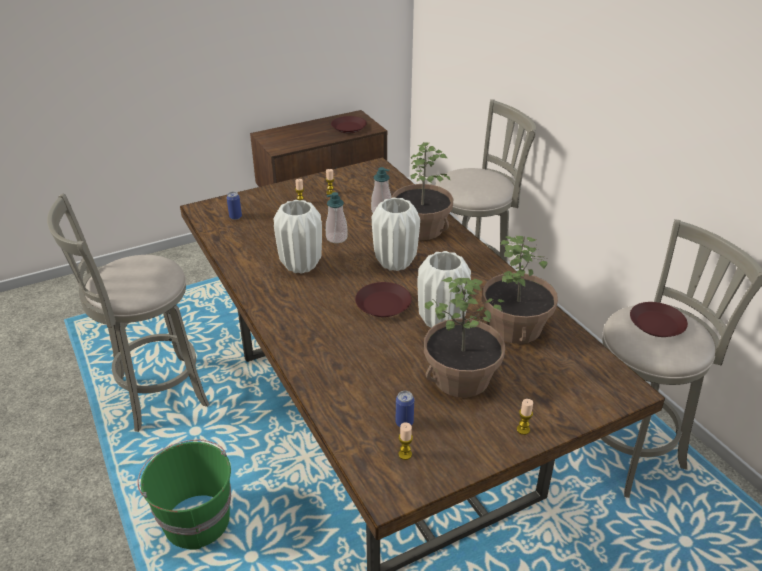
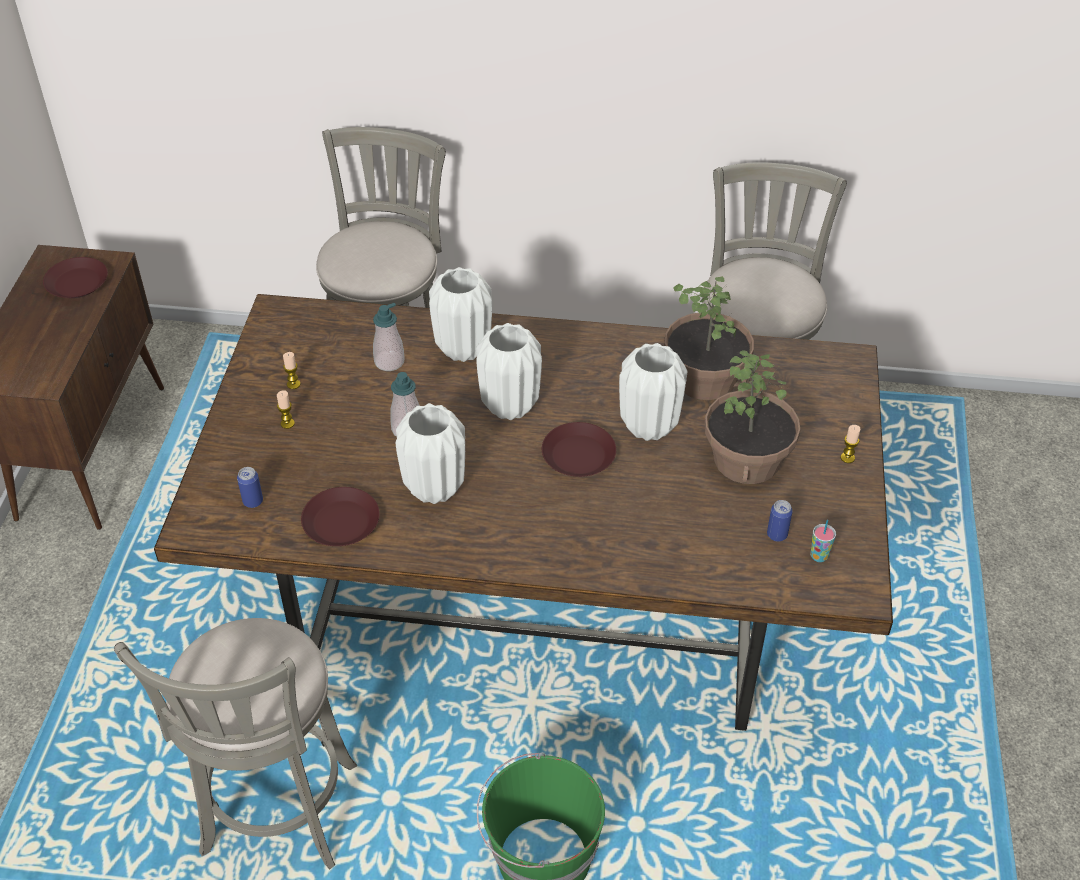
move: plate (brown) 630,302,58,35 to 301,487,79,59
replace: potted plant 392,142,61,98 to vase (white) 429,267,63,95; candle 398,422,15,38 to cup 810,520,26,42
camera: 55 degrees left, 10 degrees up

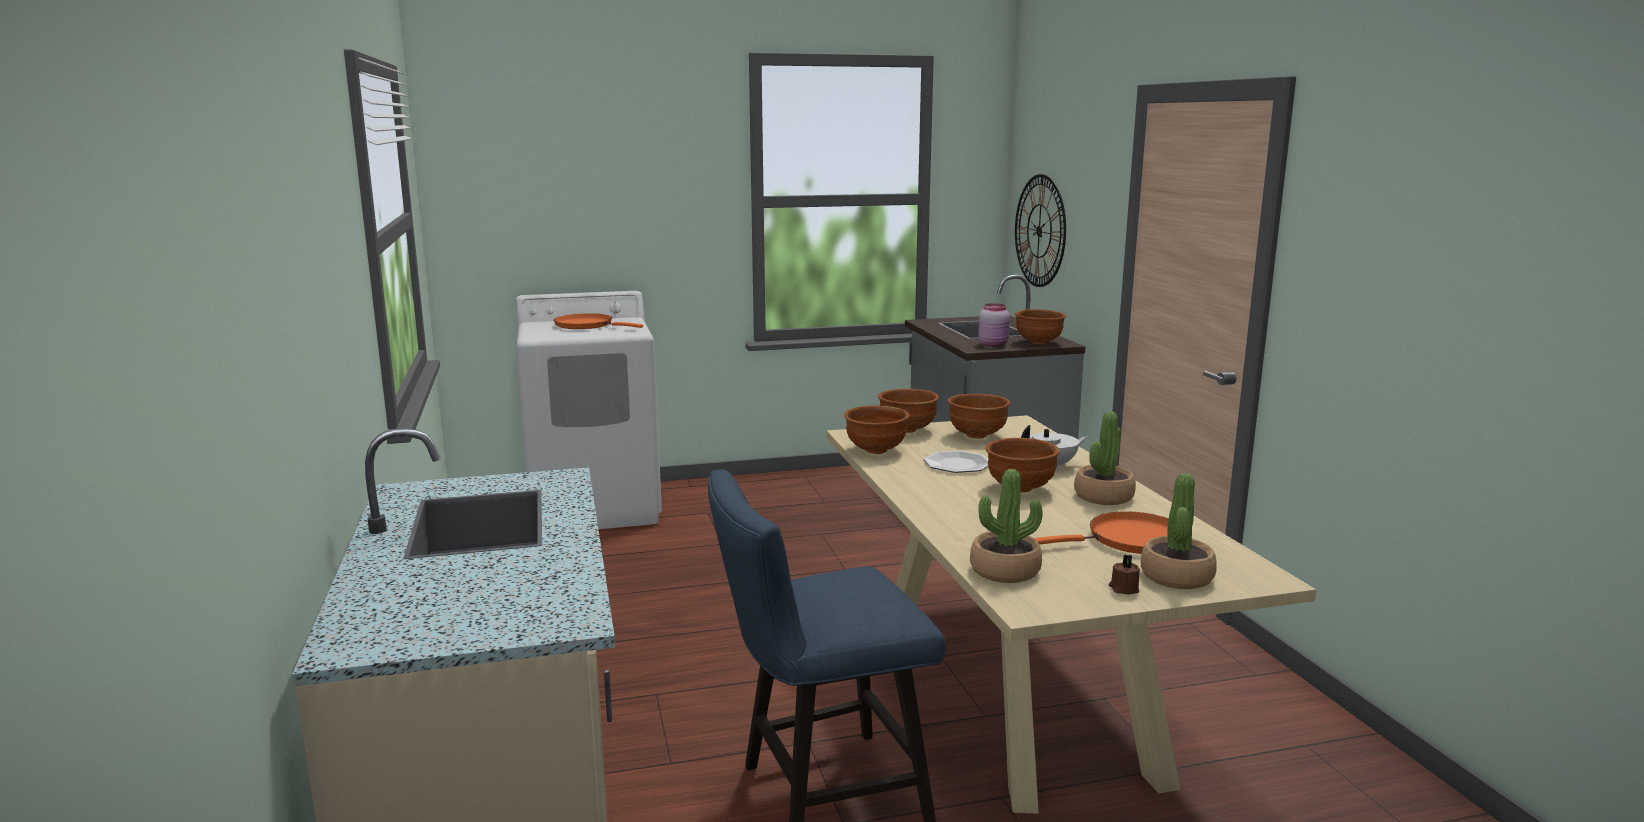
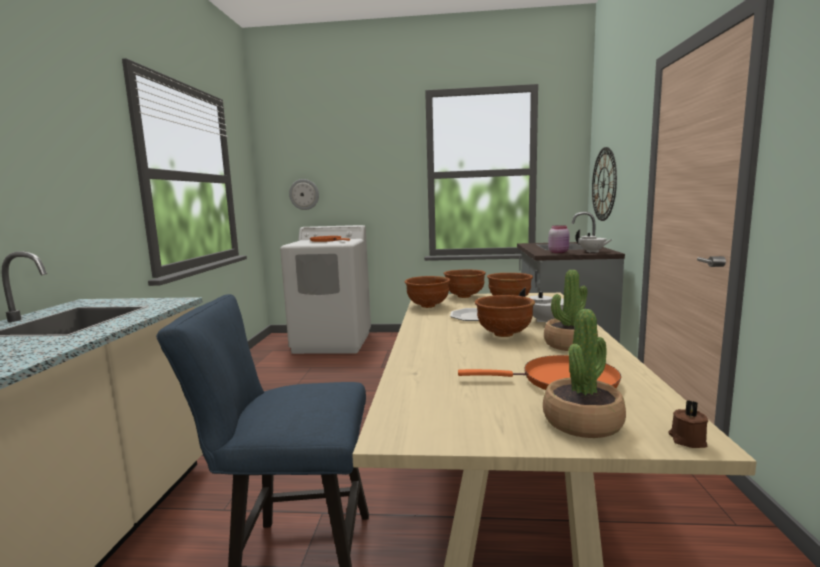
delete: potted plant 970,469,73,114
insert: wall clock 289,179,30,31
move: candle (brown) 1109,555,31,40 to 669,400,39,48
replace: bowl (brown) 1015,309,51,36 to teapot (white) 575,229,37,24
camera: 20 degrees right, 5 degrees down

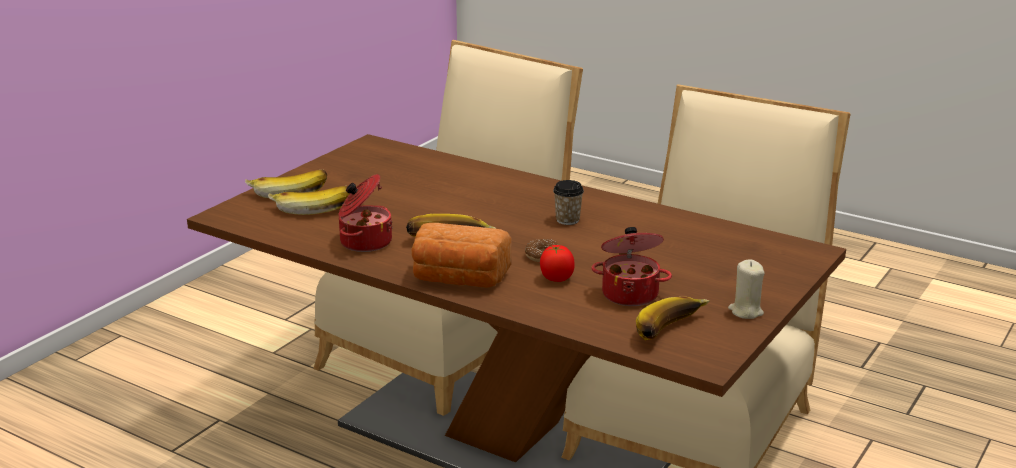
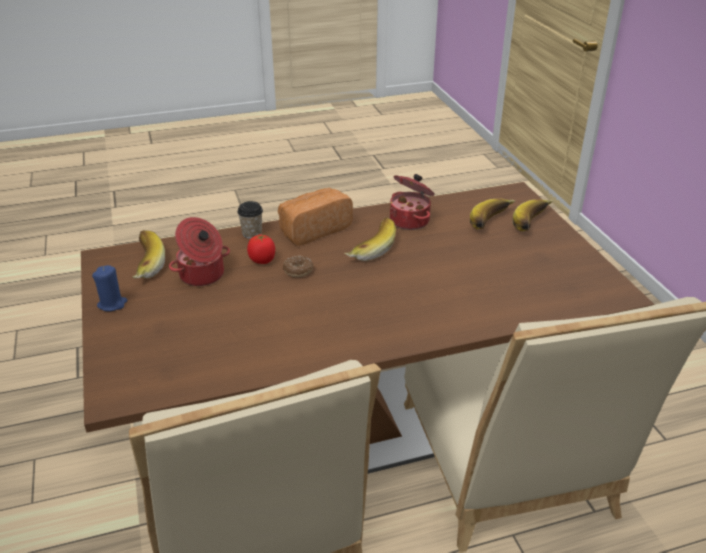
move: cup 553,180,31,45 to 237,201,26,38
recolor: candle (beige) 728,259,37,60 to candle (blue) 92,265,35,46
camera: 130 degrees right, 10 degrees up

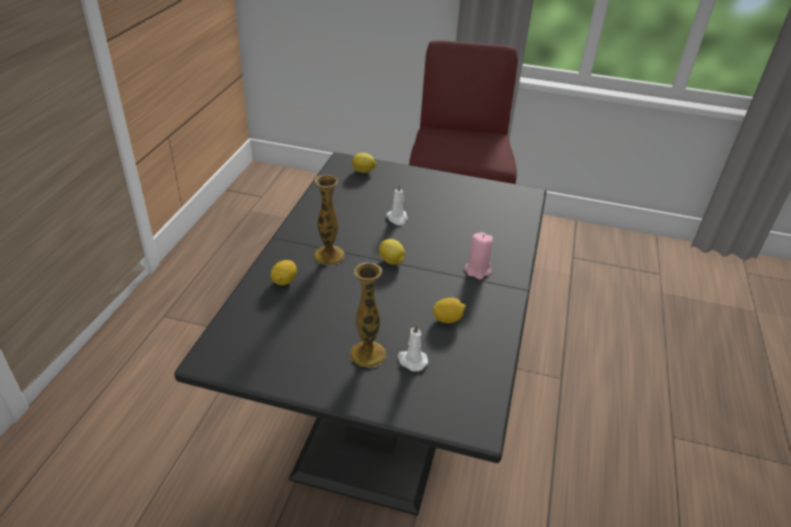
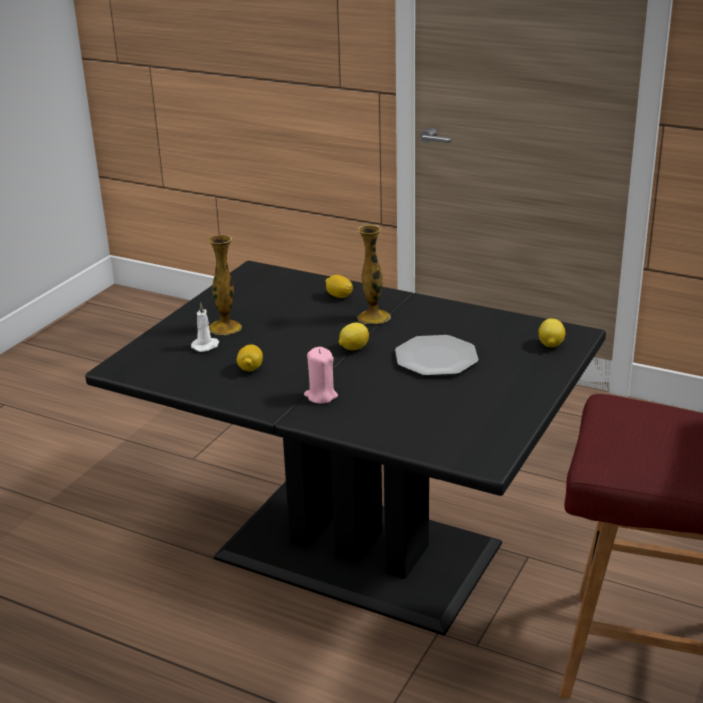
replace: candle (white) 386,184,22,42 to plate 395,335,84,41
camera: 105 degrees right, 10 degrees down

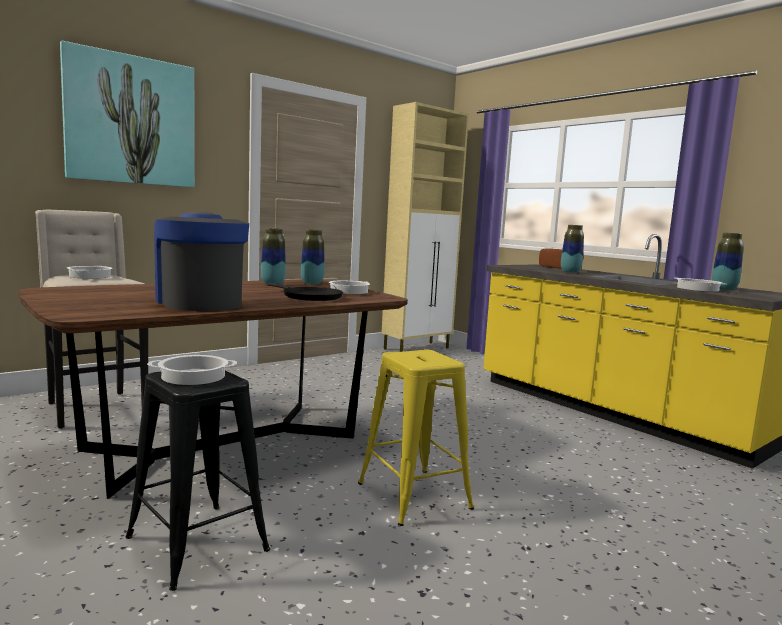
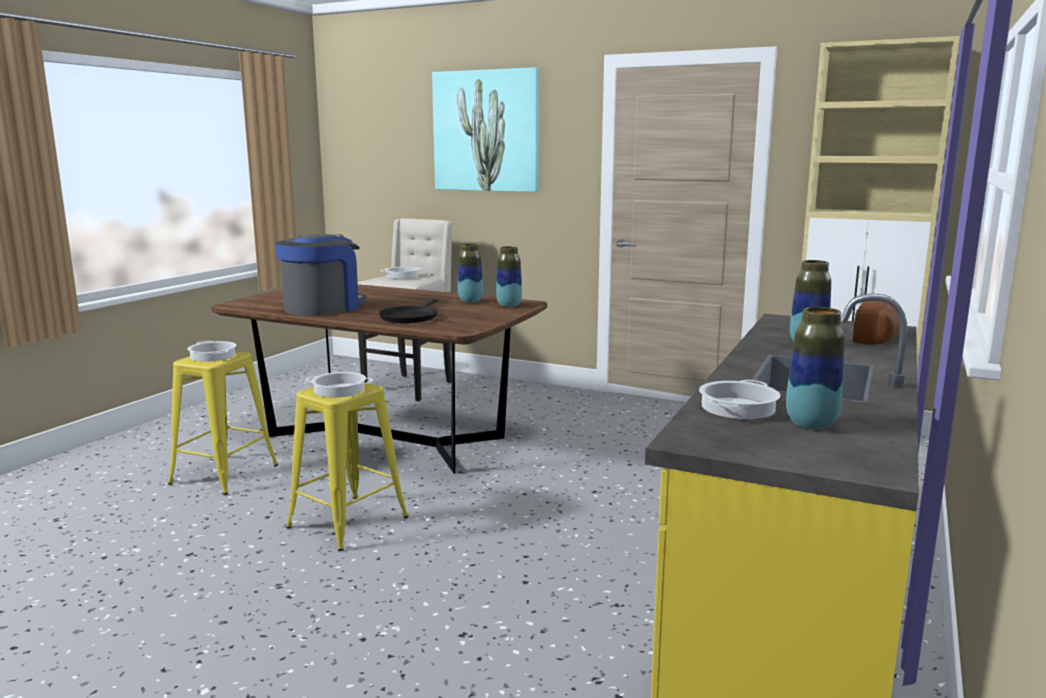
move: cooking pot 329,281,41,13 to 305,372,68,25
recolor: stool (black) 126,370,144,221 to stool (yellow) 168,352,110,143
camera: 65 degrees right, 5 degrees up

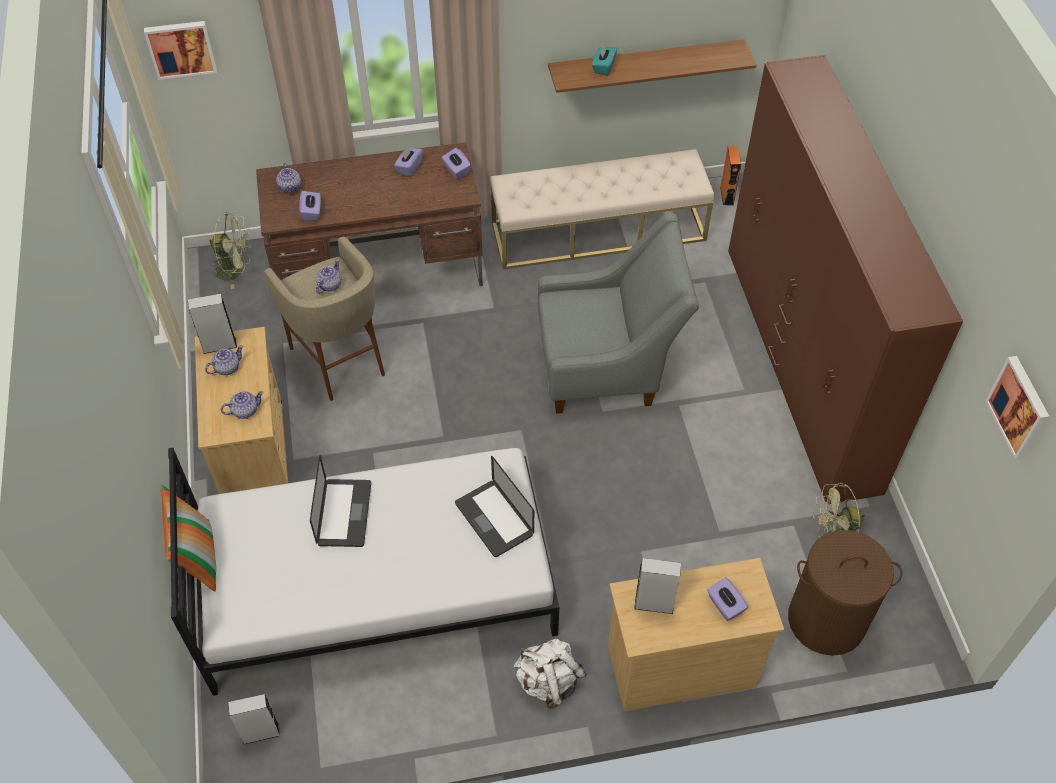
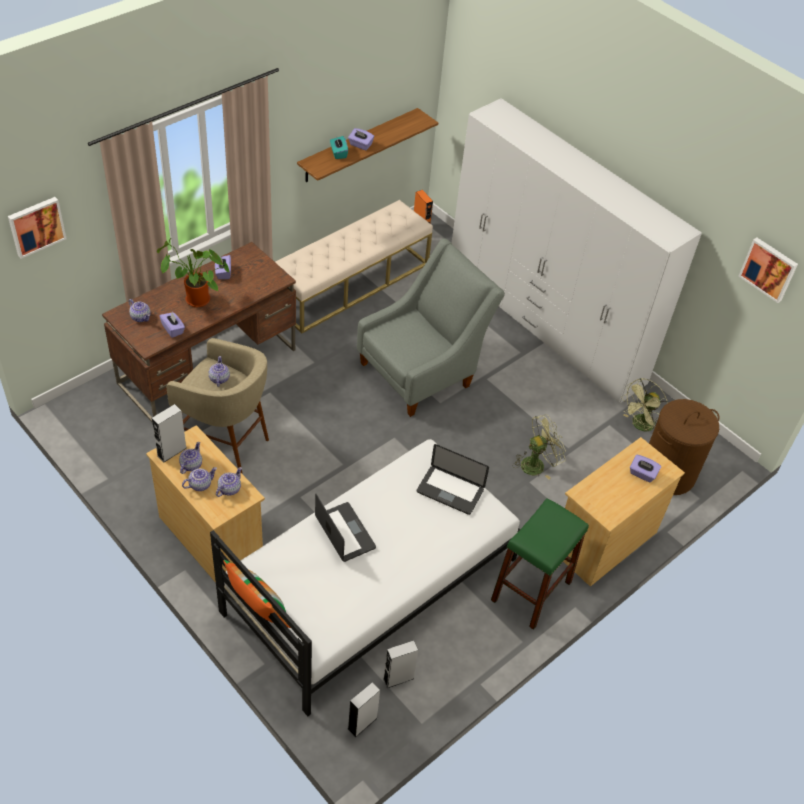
insert: potted plant 157,237,72,70; teapot 182,467,35,24
move: tissue box (purple) 442,148,29,31 to 348,128,26,22; speaker (grey) 634,558,47,56 to 383,640,35,48; fan (green) 209,212,43,77 to 513,414,53,65
replace: backpack (white) 514,639,73,70 to stool (green) 491,498,98,132
recolor: wardrobe (brown) 728,55,235,449 to wardrobe (white) 452,98,250,305
camera: 35 degrees left, 5 degrees down

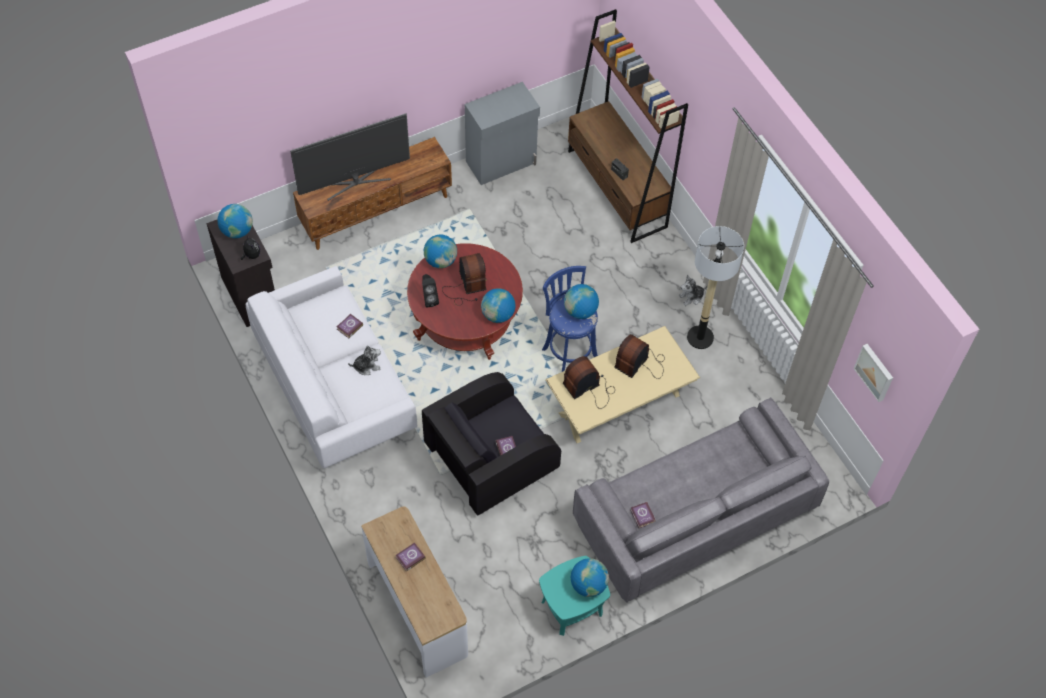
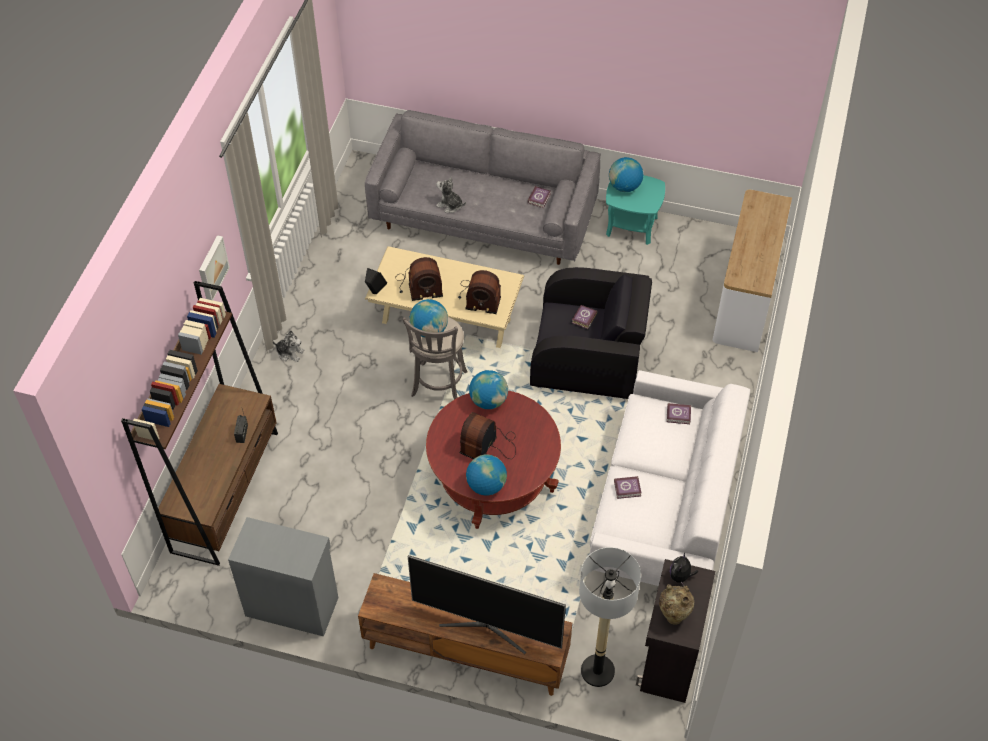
move: picture 853,344,40,58 to 199,235,31,65; speaker (black) 422,274,17,34 to 365,268,22,26; plush toy 348,345,33,30 to 436,176,30,37; floor lamp 687,226,57,123 to 579,547,62,140; book 396,543,30,28 to 667,403,24,21
replace: globe 217,204,36,34 to vase (beige) 659,584,35,41
recolor: stool (blue) 542,266,56,106 to stool (grey) 402,317,66,83
camera: 135 degrees left, 5 degrees down

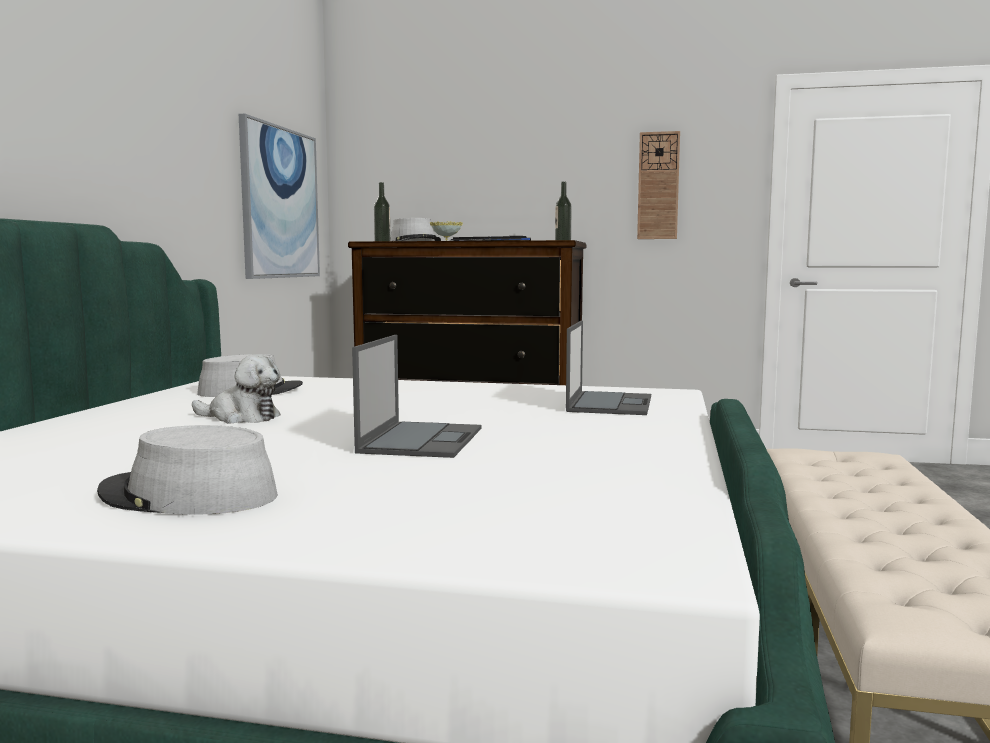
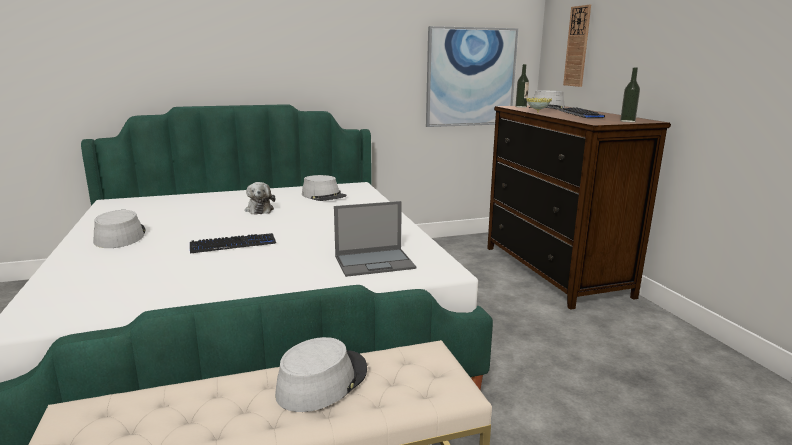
insert: hat (grey) 275,337,92,75
move: wall clock 637,131,43,108 to 563,4,28,83
replace: laptop 352,335,129,123 to keyboard 190,233,86,21
camera: 60 degrees right, 10 degrees up

